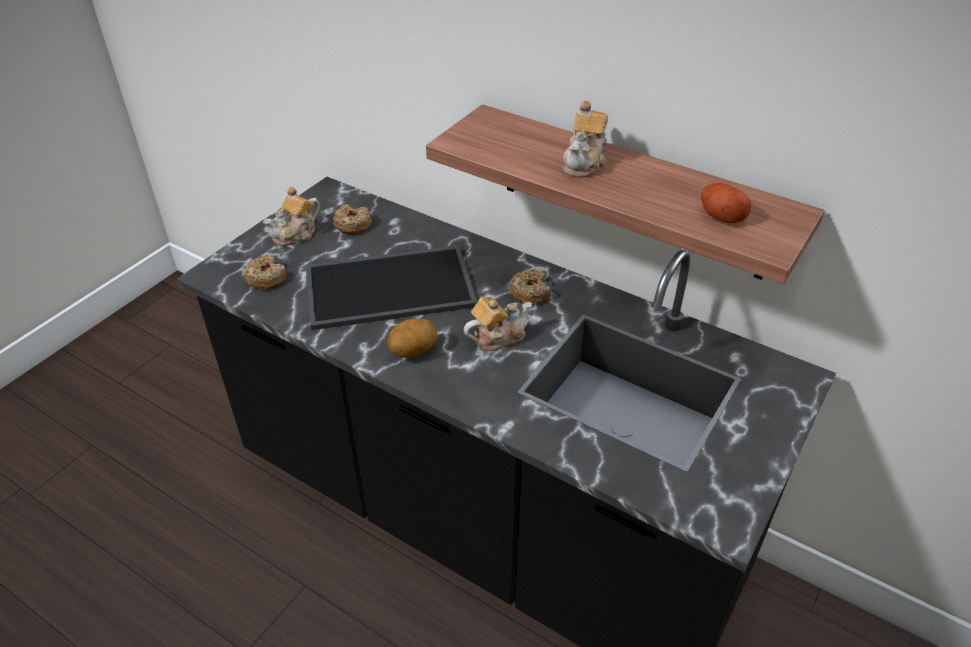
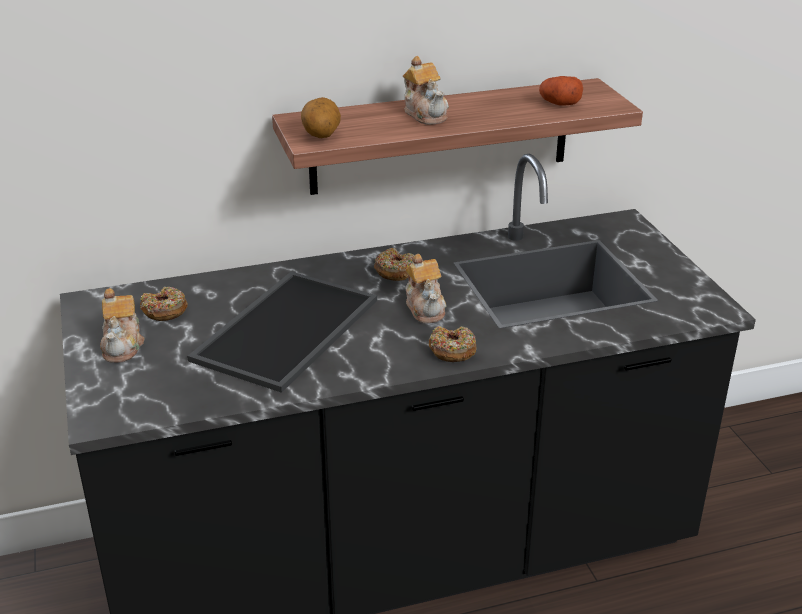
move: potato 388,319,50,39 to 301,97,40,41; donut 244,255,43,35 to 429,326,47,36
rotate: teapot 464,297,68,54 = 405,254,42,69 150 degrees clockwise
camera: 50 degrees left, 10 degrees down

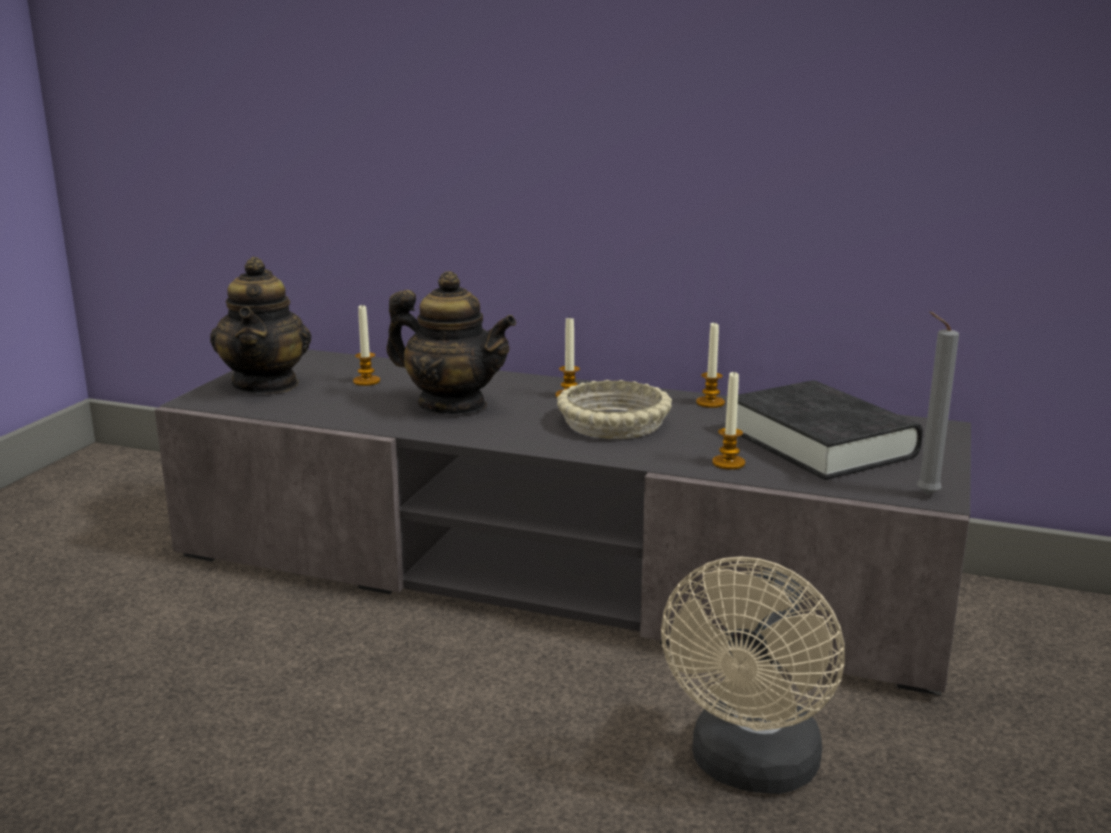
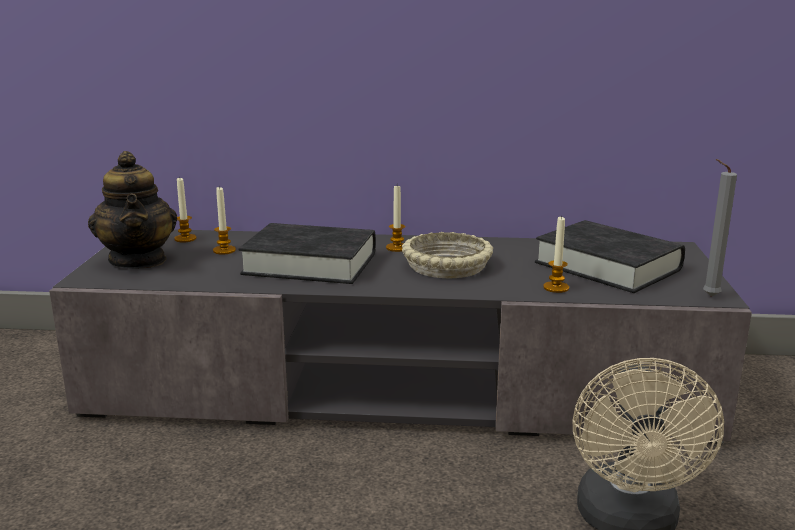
move: candle 696,322,29,86 to 174,178,23,65
replace: teapot 386,271,130,143 to book (black) 239,223,137,61
camera: 15 degrees left, 0 degrees up

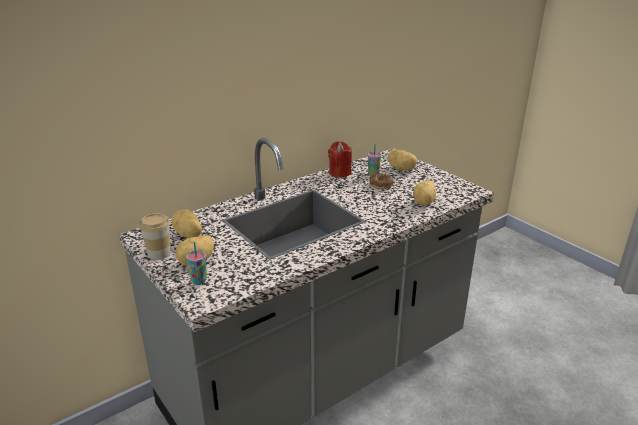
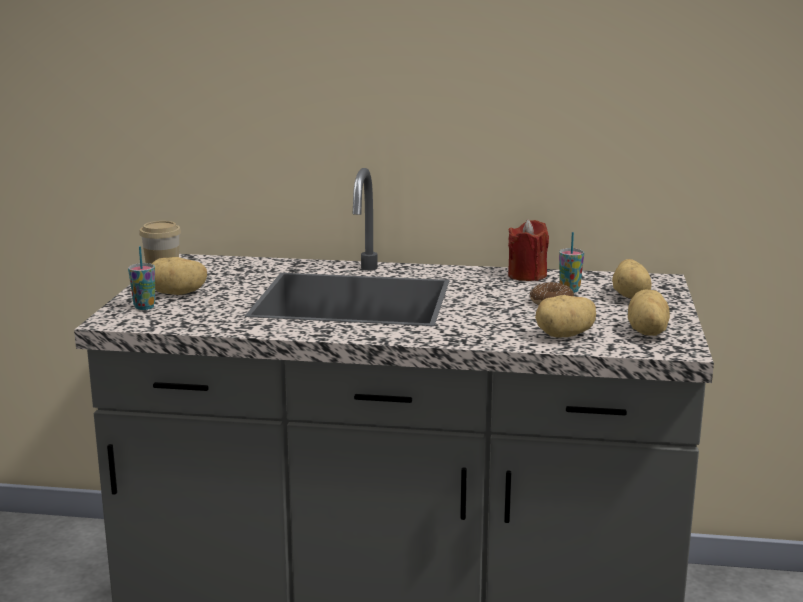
move: potato 172,209,30,29 to 628,289,42,47
camera: 45 degrees right, 10 degrees down

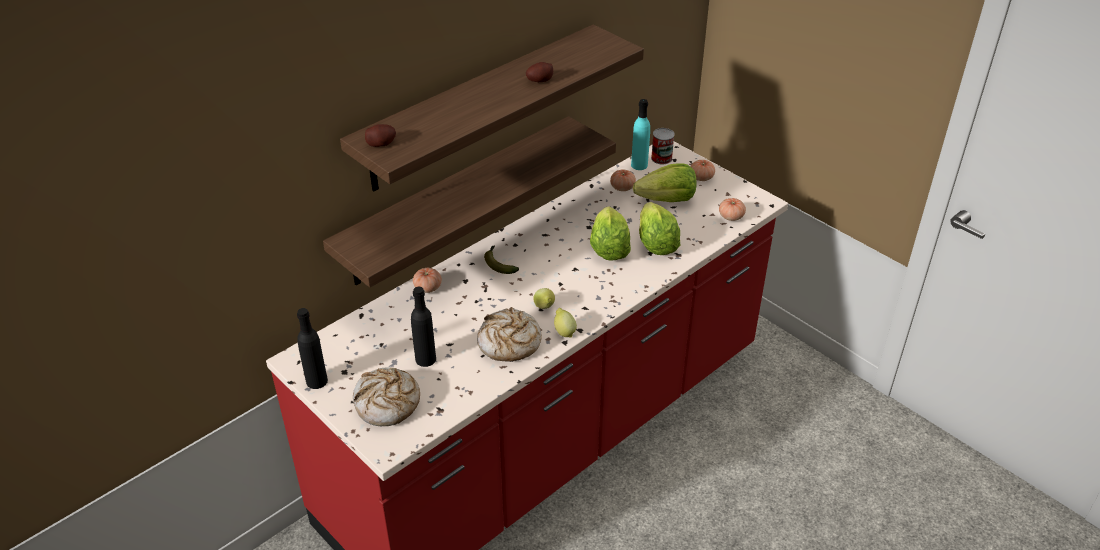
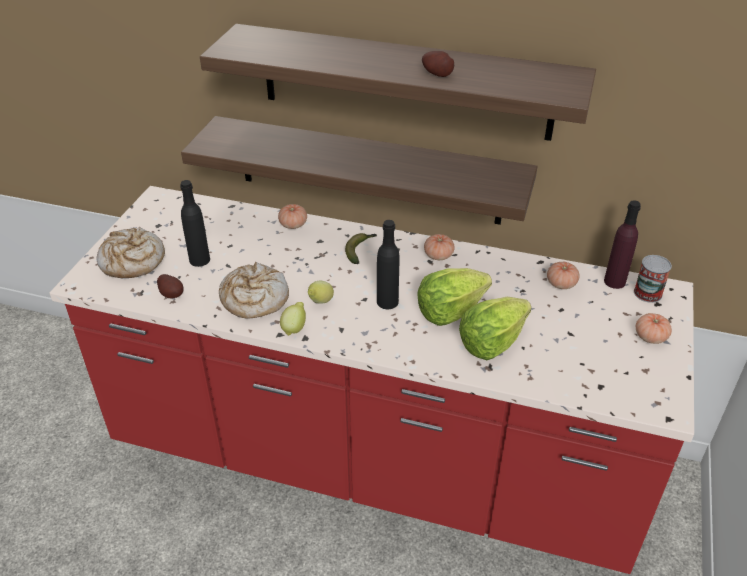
delete: lettuce 633,163,64,39
move: potato 365,124,31,23 to 157,274,26,24; bottle (black) 297,308,31,81 to 377,220,22,89; tomato 719,198,27,23 to 424,234,31,26
recolor: bottle (turquoise) 631,99,19,71 to bottle (purple) 604,200,37,89
camera: 60 degrees right, 0 degrees up

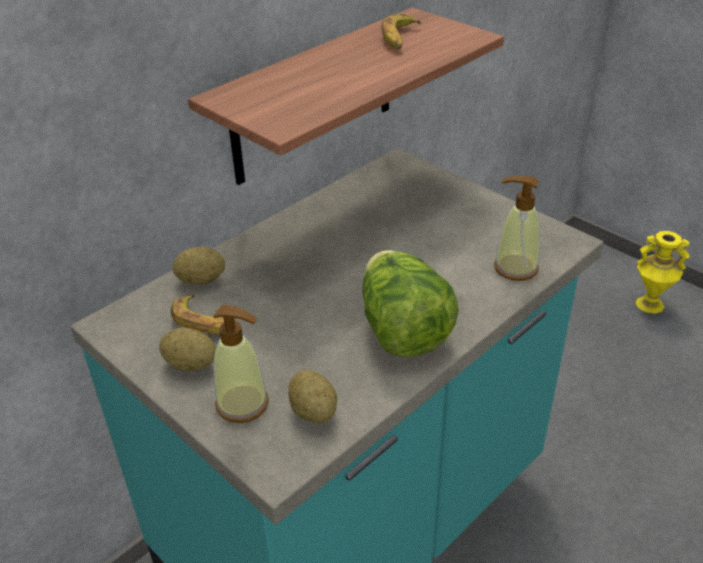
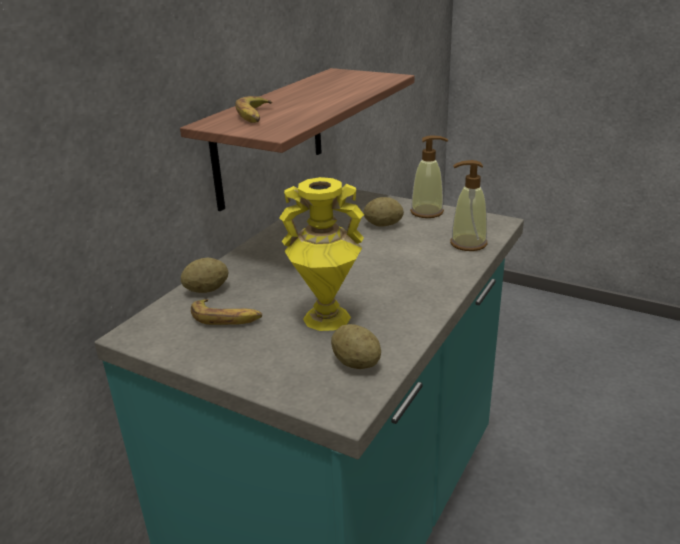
delete: lettuce 362,250,97,107
move: banana 381,14,40,35 to 235,96,37,27; vase (yellow) 636,231,54,83 to 279,177,85,154; potato 159,327,57,44 to 364,197,40,30; soap dispenser 213,305,56,118 to 410,136,38,82
camera: 15 degrees left, 10 degrees down

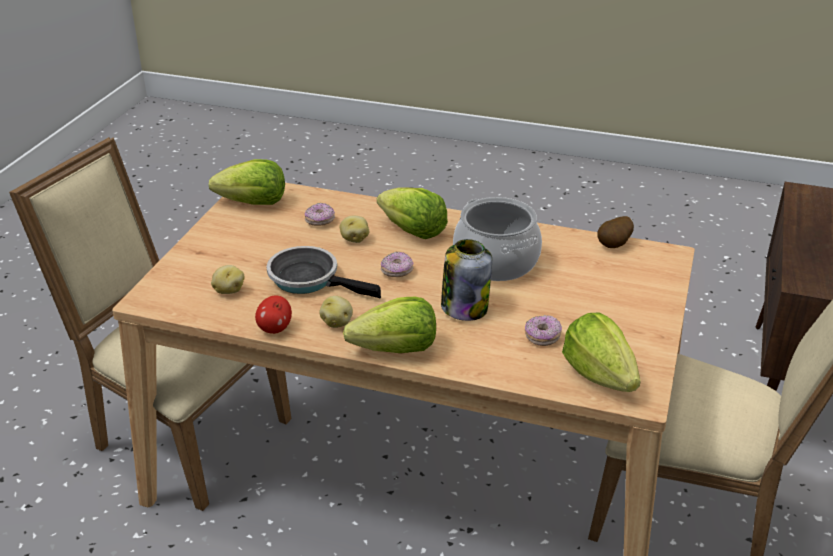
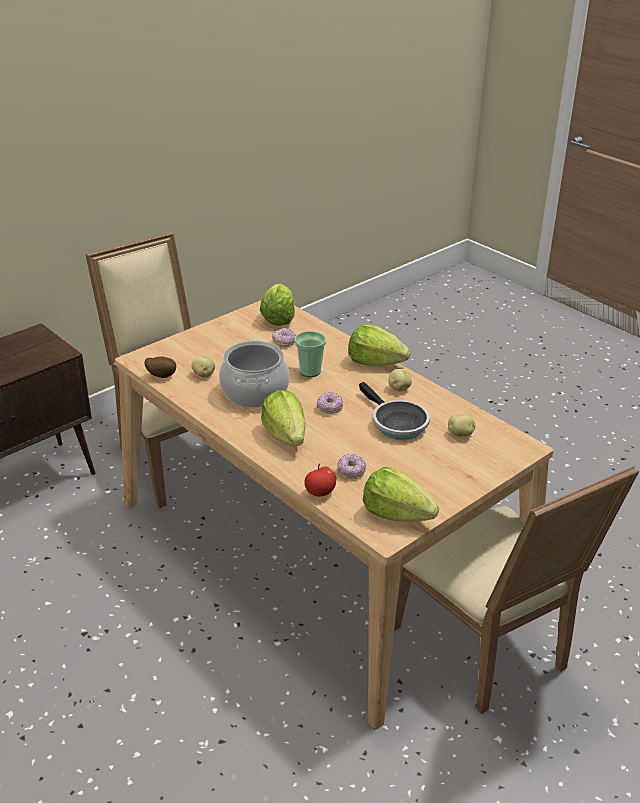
move: potato 340,216,29,27 to 191,355,24,23; apple 255,295,37,39 to 304,463,32,34
replace: jar 441,239,51,82 to cup 295,331,31,46
camera: 150 degrees left, 0 degrees up

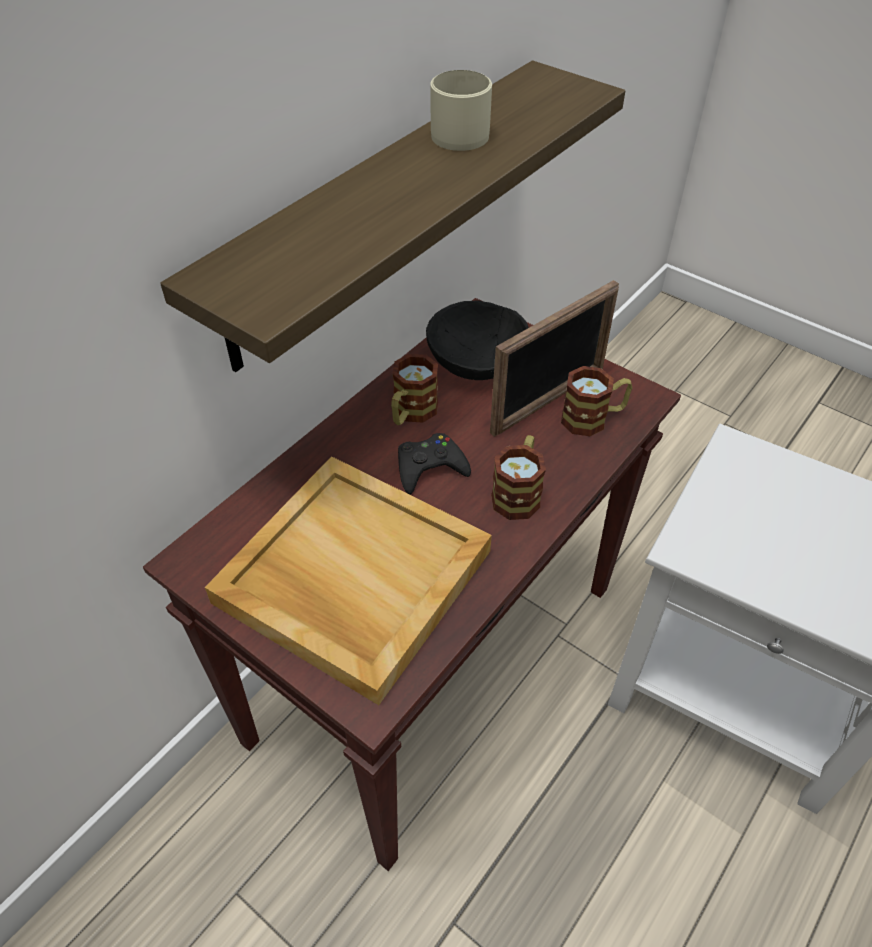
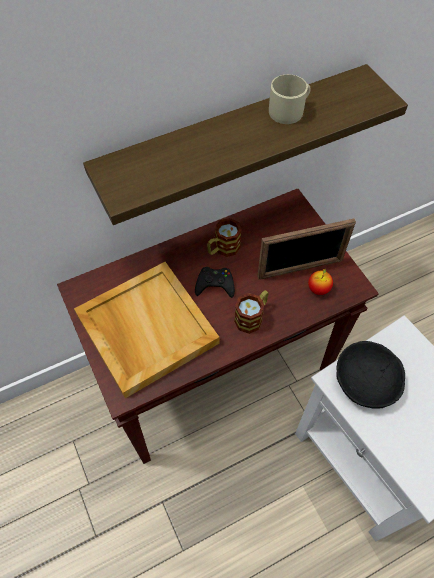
move: bowl (black) 426,300,103,80 to 336,341,69,68
replace: mug 561,366,71,70 to apple 308,268,25,27
camera: 25 degrees right, 10 degrees up

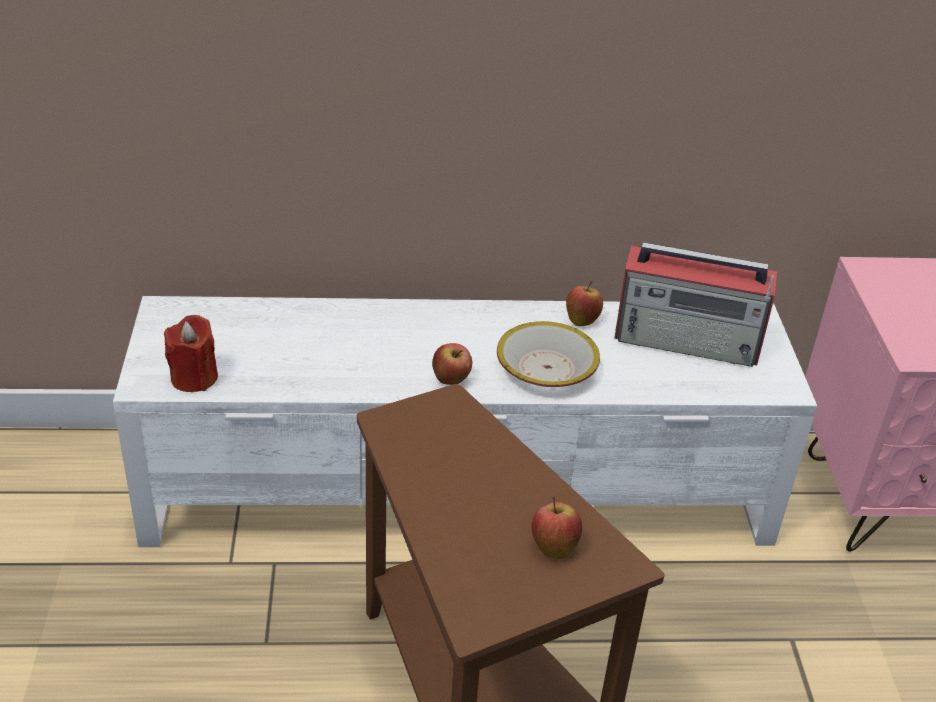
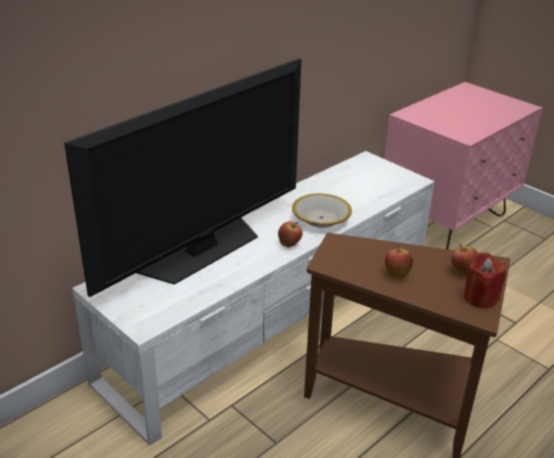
delete: radio 614,242,163,125
insert: television 64,58,237,239
move: apple 566,281,37,45 to 385,244,28,35; candle (red) 164,315,54,77 to 464,252,42,56
camera: 40 degrees left, 5 degrees down

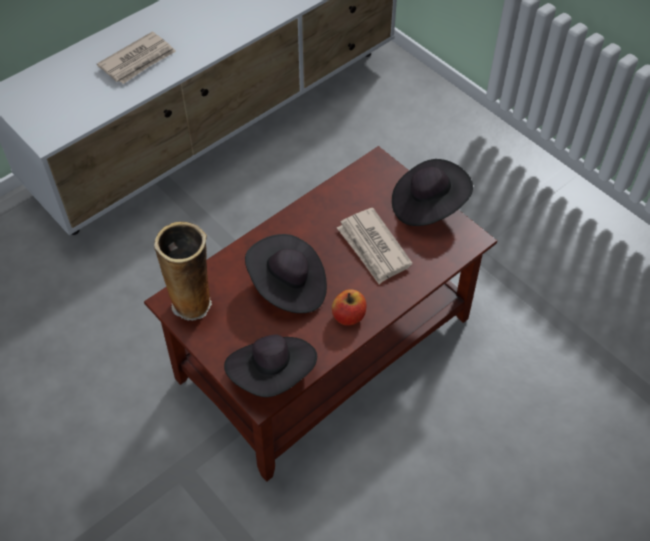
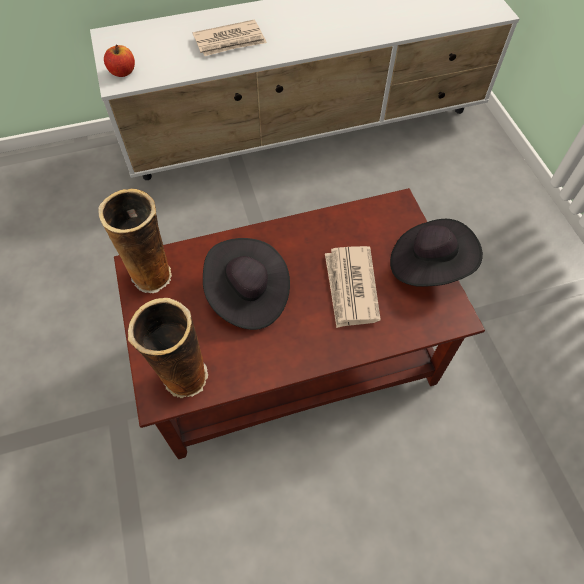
move: apple 332,289,34,37 to 104,45,31,32
replace: hat (black) 224,334,93,63 to vase 128,298,80,100
camera: 25 degrees right, 5 degrees up

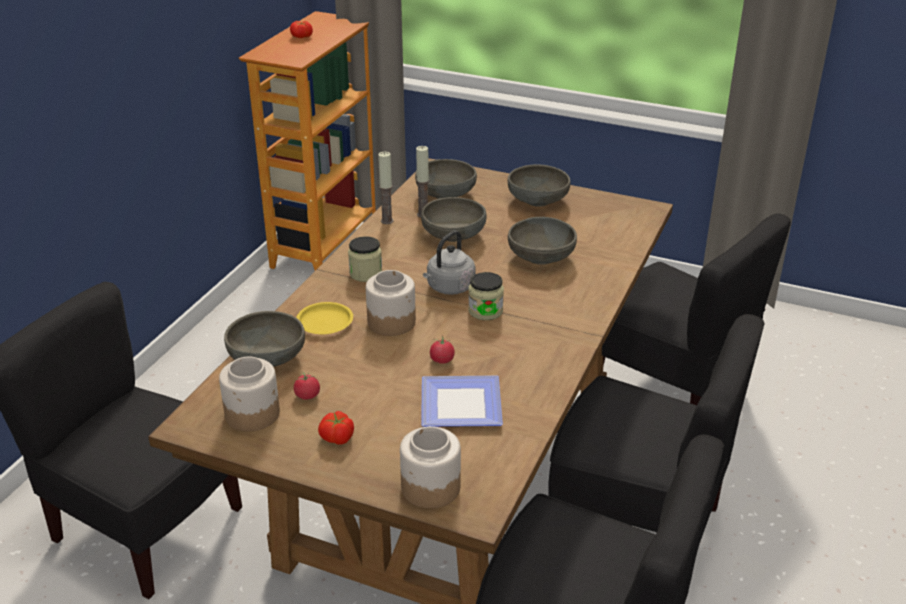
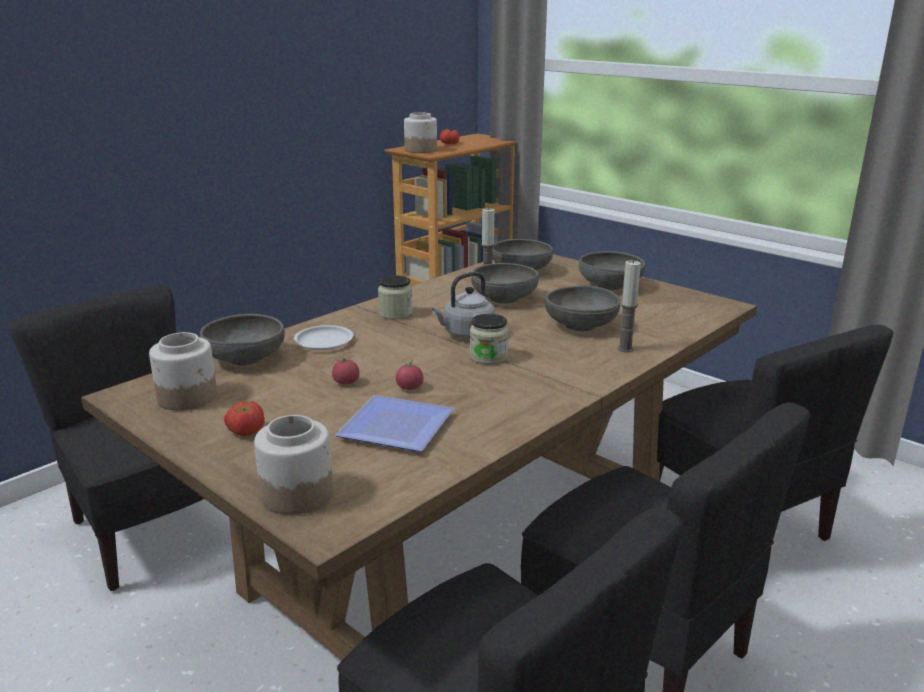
move: tomato 294,372,26,28 to 332,355,27,30; jar 366,270,50,66 to 404,112,33,41; candle 378,152,15,72 to 618,260,23,93
recolor: plate (yellow) 296,302,57,32 to plate (white) 294,325,59,25
camera: 20 degrees right, 10 degrees down

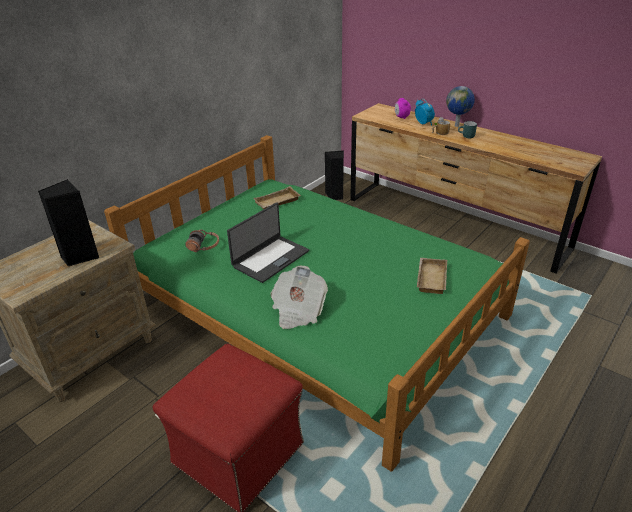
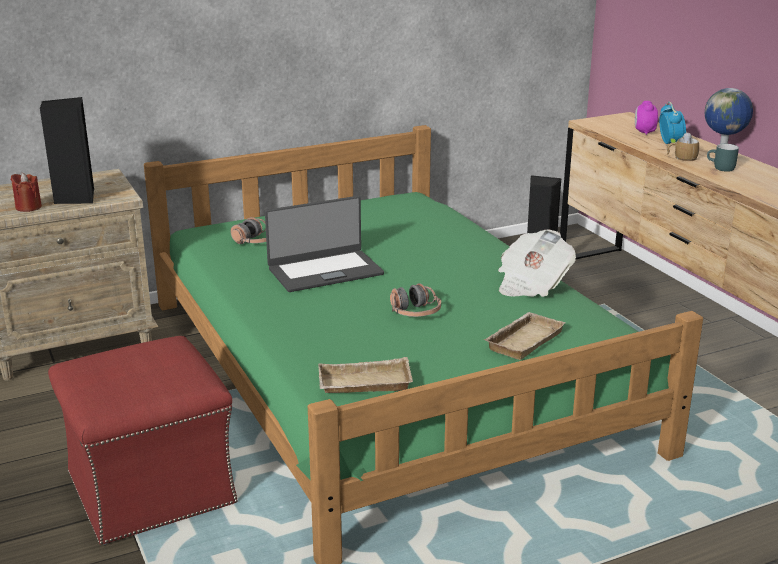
insert: candle (red) 11,173,31,39; headphones 390,283,51,34
move: tray (beige) 253,186,48,23 to 318,357,95,36; newspaper 271,266,57,63 to 498,229,78,68
camera: 25 degrees right, 10 degrees down

